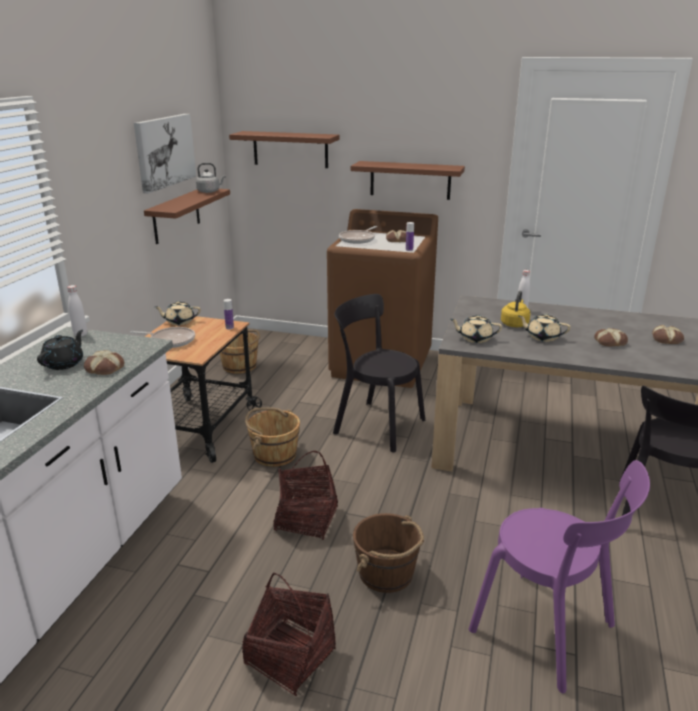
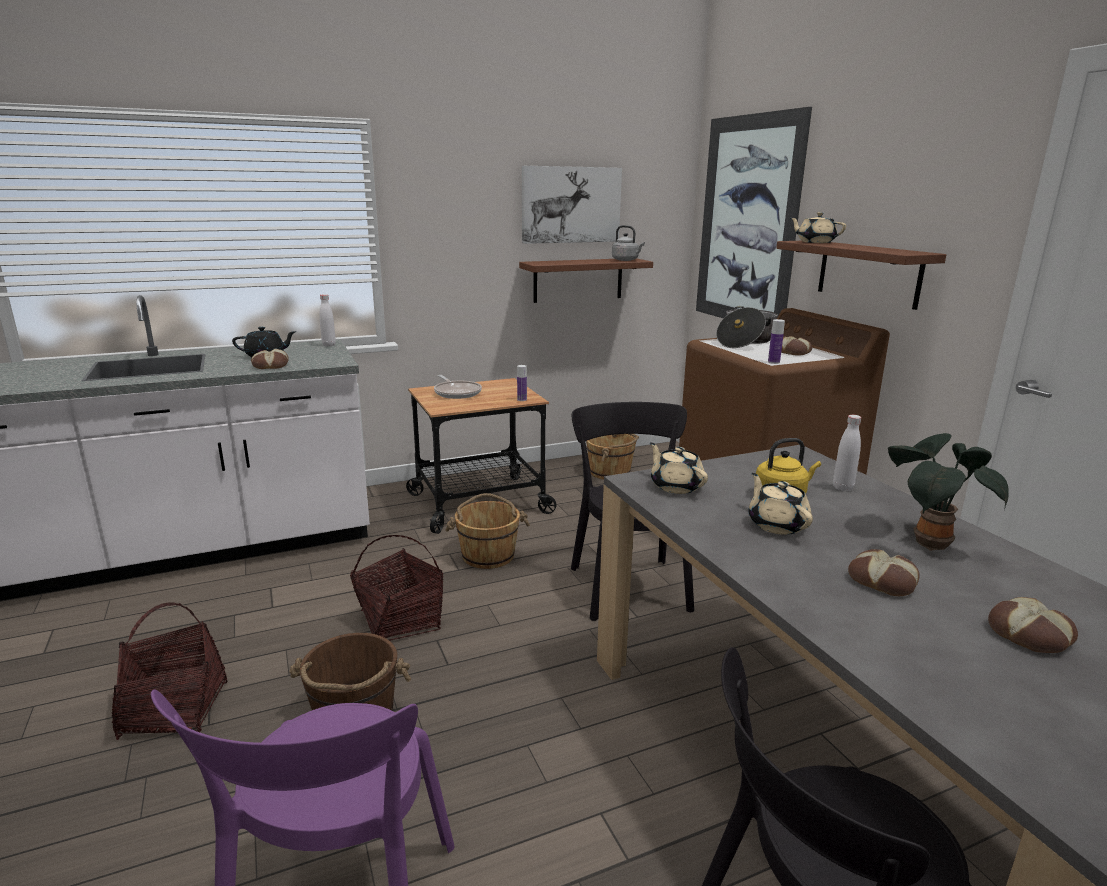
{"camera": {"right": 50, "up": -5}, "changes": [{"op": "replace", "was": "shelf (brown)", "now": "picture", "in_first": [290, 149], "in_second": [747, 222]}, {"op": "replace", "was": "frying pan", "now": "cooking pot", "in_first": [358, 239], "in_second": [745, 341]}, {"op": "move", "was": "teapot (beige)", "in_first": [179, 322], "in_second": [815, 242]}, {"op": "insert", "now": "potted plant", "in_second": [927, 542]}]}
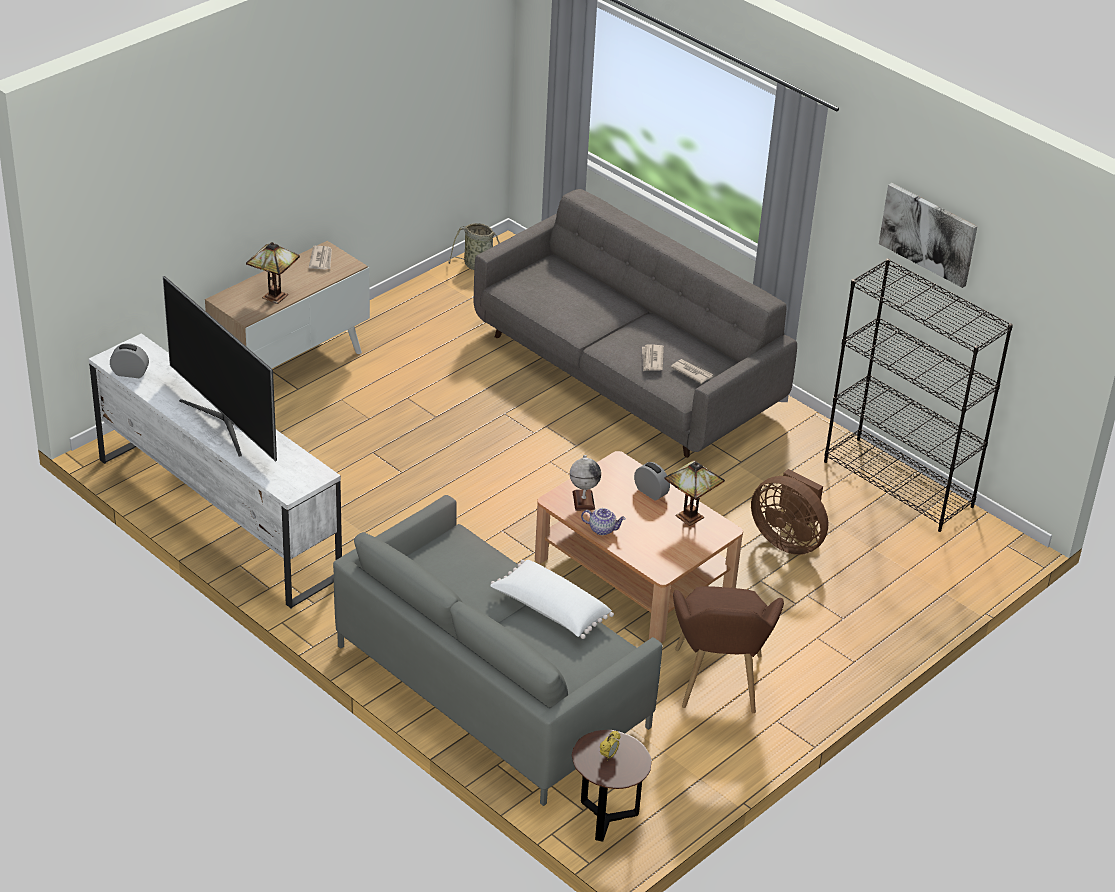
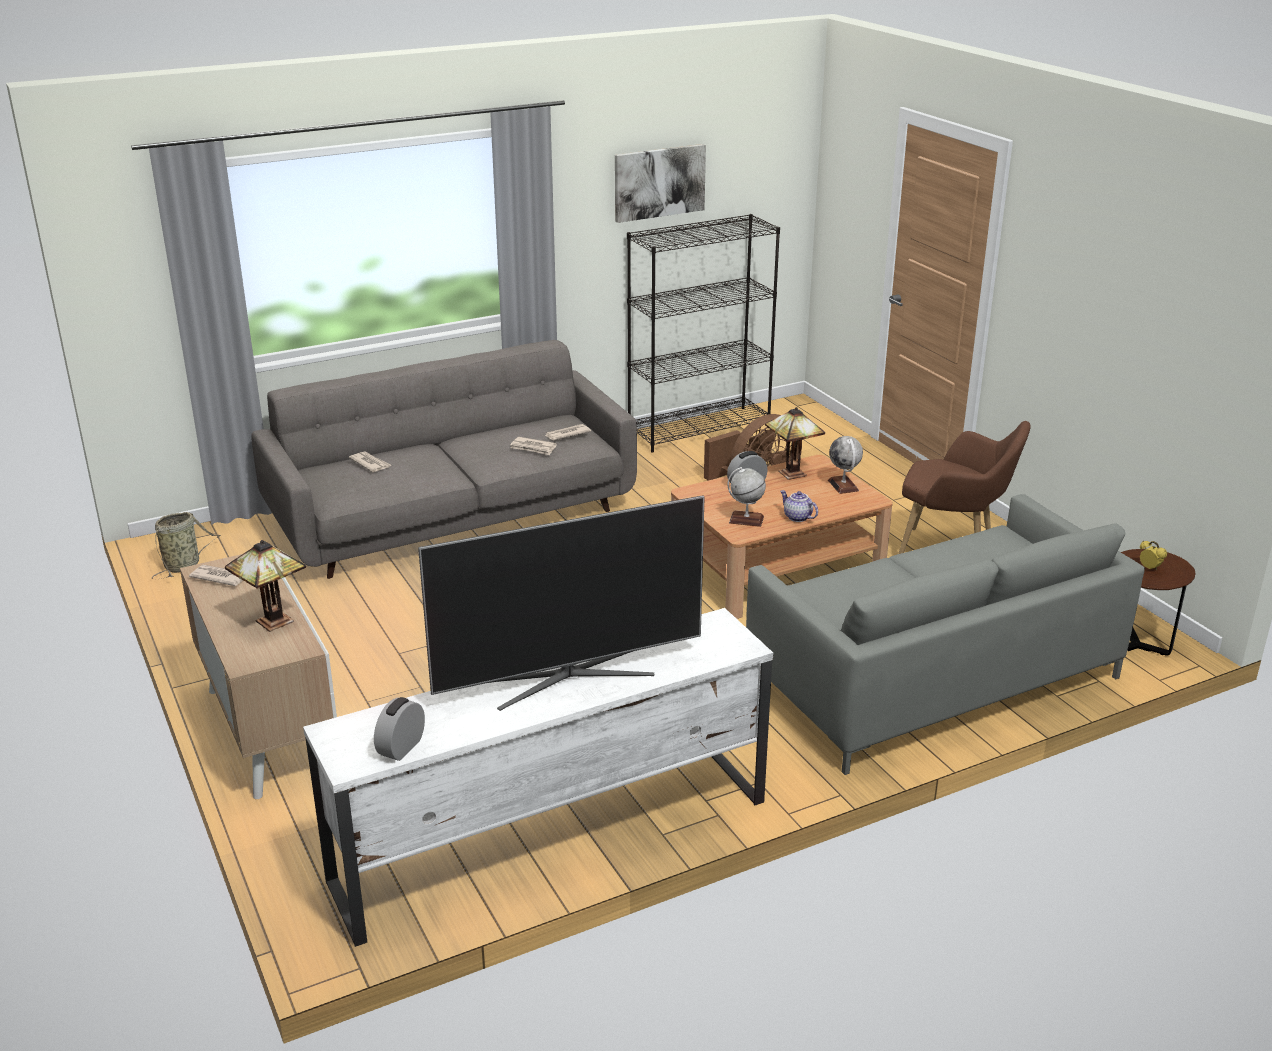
{"camera": {"right": -70, "up": -10}, "changes": [{"op": "rotate", "was": "teapot", "in_first": [602, 529], "in_second": [797, 517], "clockwise": -75}, {"op": "delete", "was": "pillow (white)", "in_first": [550, 610]}, {"op": "insert", "now": "globe", "in_second": [843, 485]}, {"op": "insert", "now": "newspaper", "in_second": [370, 463]}]}
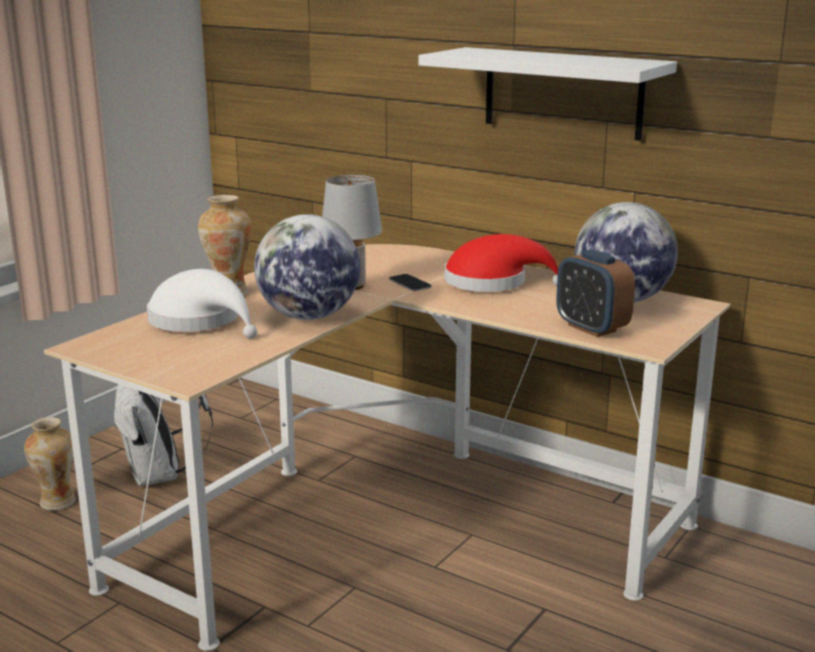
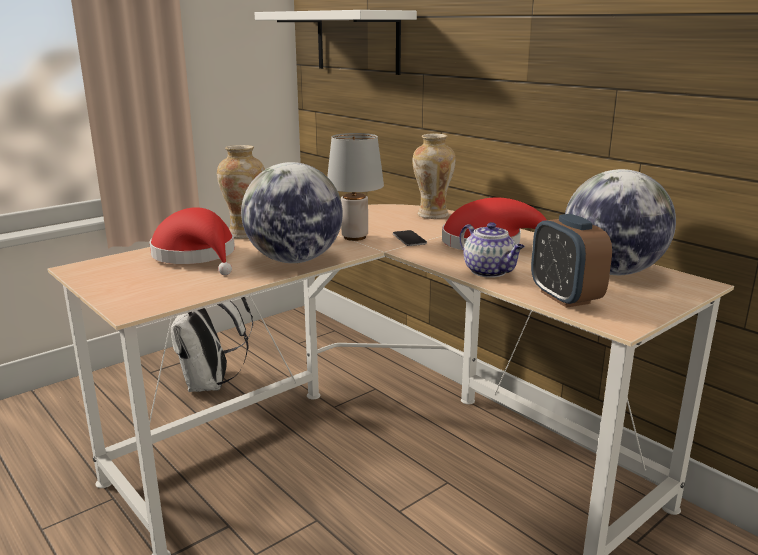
{"camera": {"right": 15, "up": 0}, "changes": [{"op": "move", "was": "shelf (white)", "in_first": [563, 93], "in_second": [357, 42]}, {"op": "recolor", "was": "hat (white)", "now": "hat (red)", "in_first": [200, 321], "in_second": [197, 256]}, {"op": "move", "was": "vase", "in_first": [56, 502], "in_second": [432, 215]}, {"op": "insert", "now": "teapot", "in_second": [490, 272]}]}
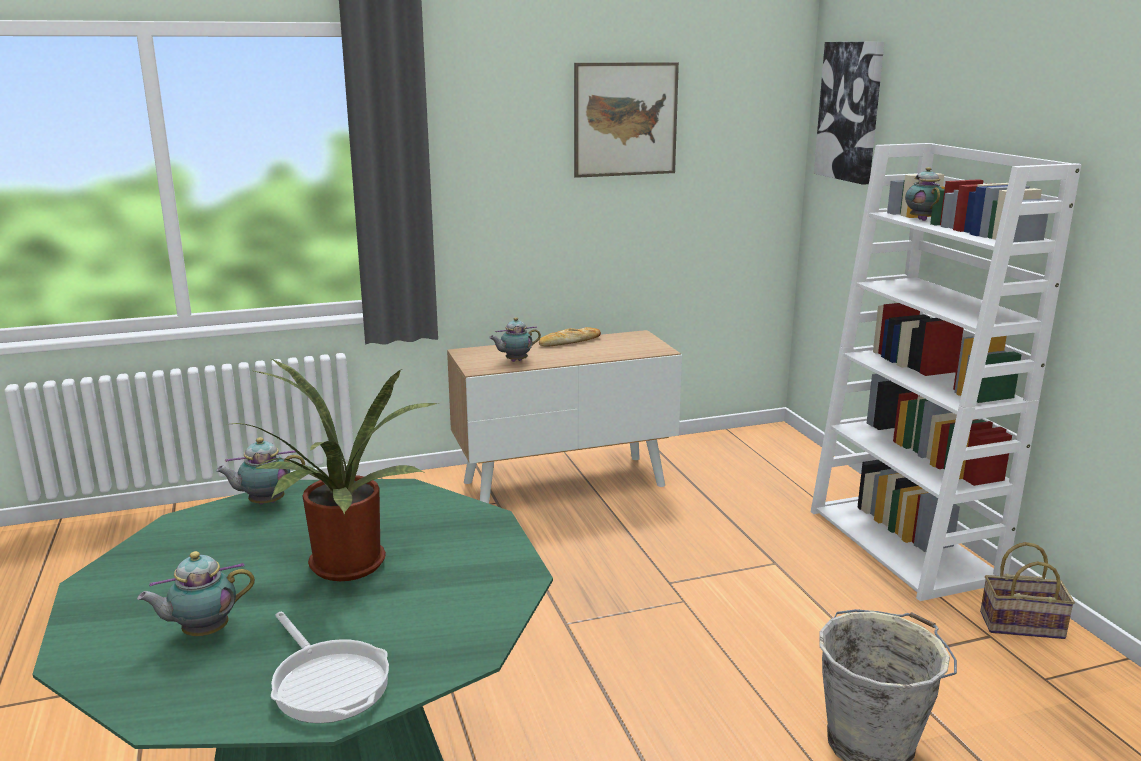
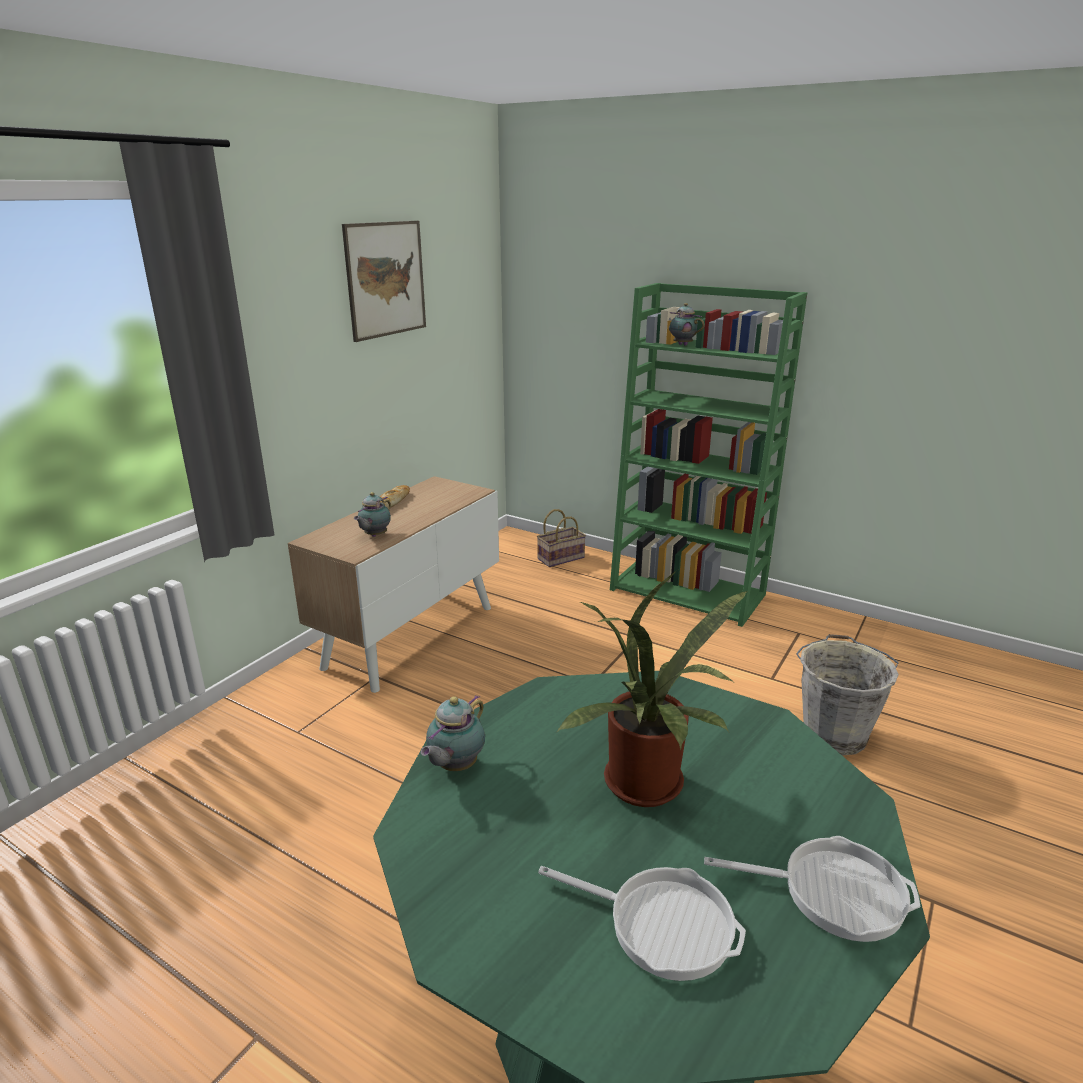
{"camera": {"right": -40, "up": 5}, "changes": [{"op": "delete", "was": "picture", "in_first": [850, 111]}, {"op": "recolor", "was": "bookcase (white)", "now": "bookcase (green)", "in_first": [904, 545], "in_second": [689, 592]}, {"op": "move", "was": "basket", "in_first": [1023, 624], "in_second": [561, 557]}, {"op": "replace", "was": "teapot", "now": "frying pan", "in_first": [202, 632], "in_second": [661, 924]}]}
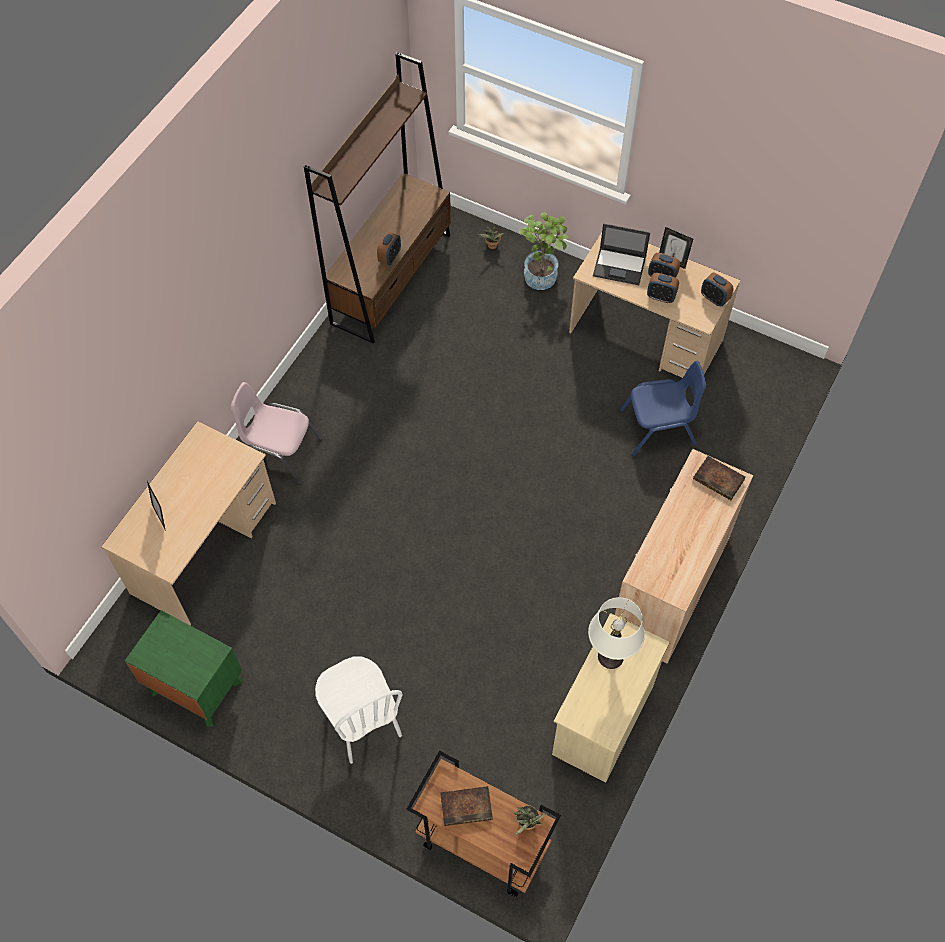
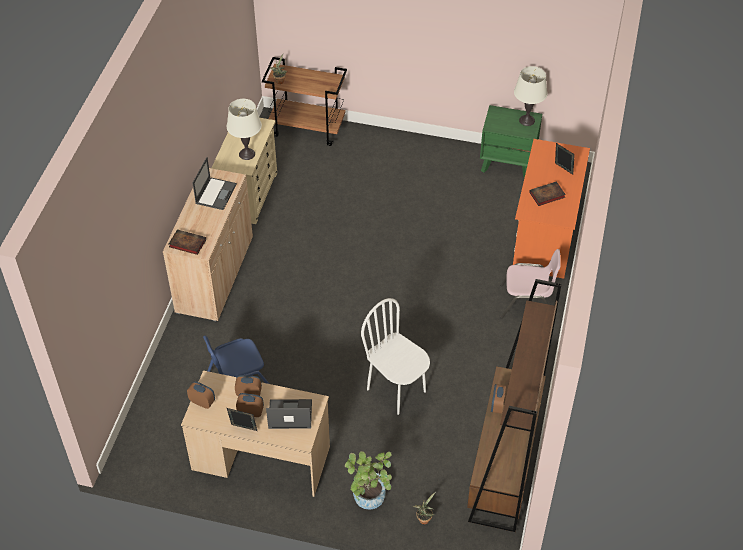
{"camera": {"right": 165, "up": -10}, "changes": [{"op": "recolor", "was": "desk (beige)", "now": "desk (orange)", "in_first": [204, 548], "in_second": [546, 233]}, {"op": "move", "was": "chair (white)", "in_first": [363, 725], "in_second": [396, 390]}, {"op": "move", "was": "book", "in_first": [467, 806], "in_second": [546, 195]}, {"op": "insert", "now": "table lamp (white)", "in_second": [526, 120]}, {"op": "insert", "now": "laptop", "in_second": [216, 193]}]}
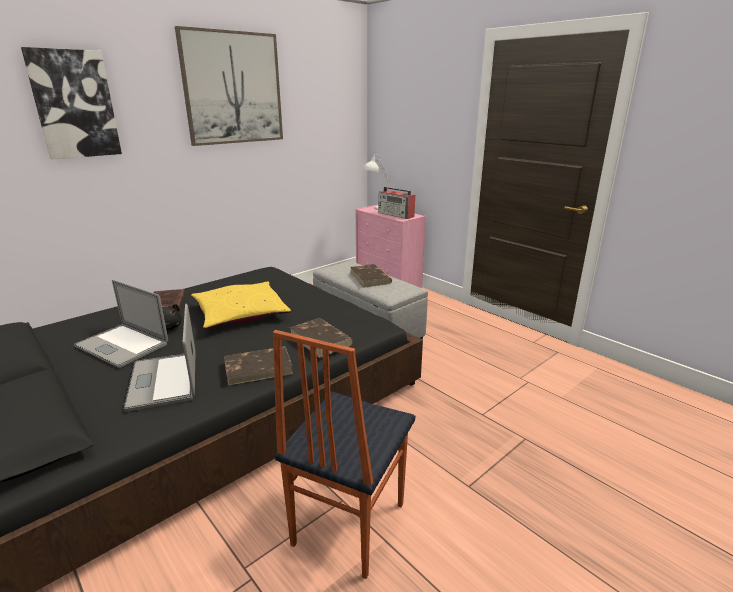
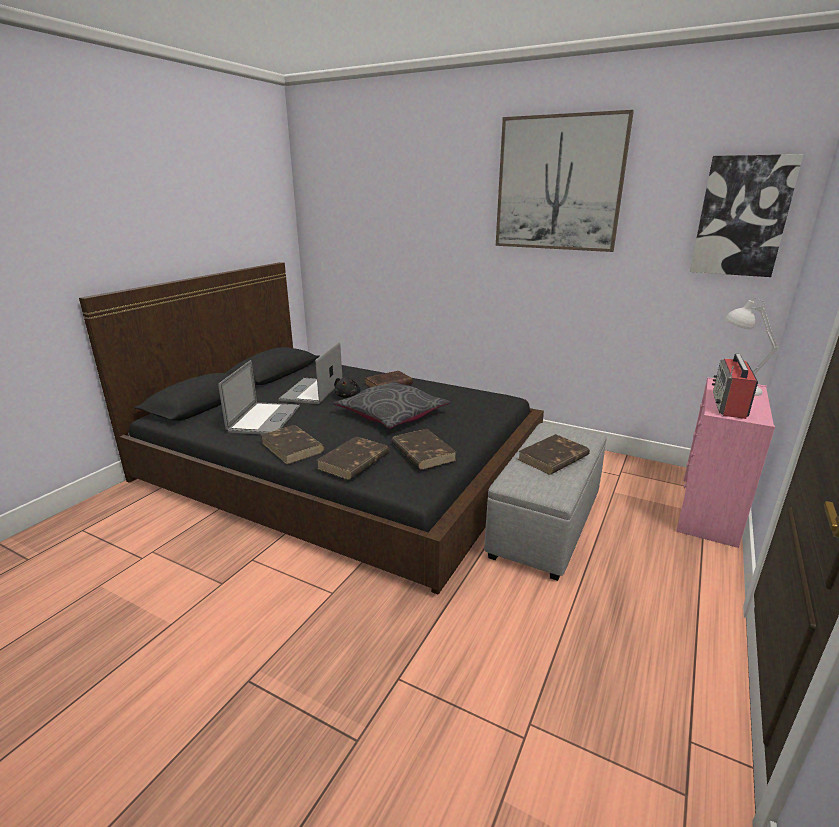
{"camera": {"right": 70, "up": 0}, "changes": [{"op": "move", "was": "picture", "in_first": [74, 104], "in_second": [742, 216]}, {"op": "recolor", "was": "pillow (yellow)", "now": "pillow (grey)", "in_first": [240, 314], "in_second": [392, 414]}, {"op": "rotate", "was": "laptop", "in_first": [164, 380], "in_second": [264, 419], "clockwise": 135}, {"op": "delete", "was": "chair", "in_first": [347, 524]}, {"op": "insert", "now": "book (brown)", "in_second": [422, 452]}]}
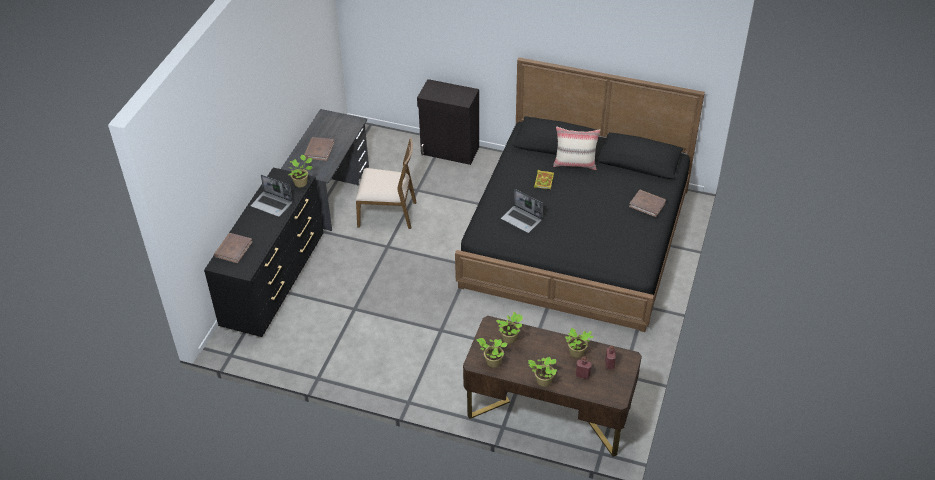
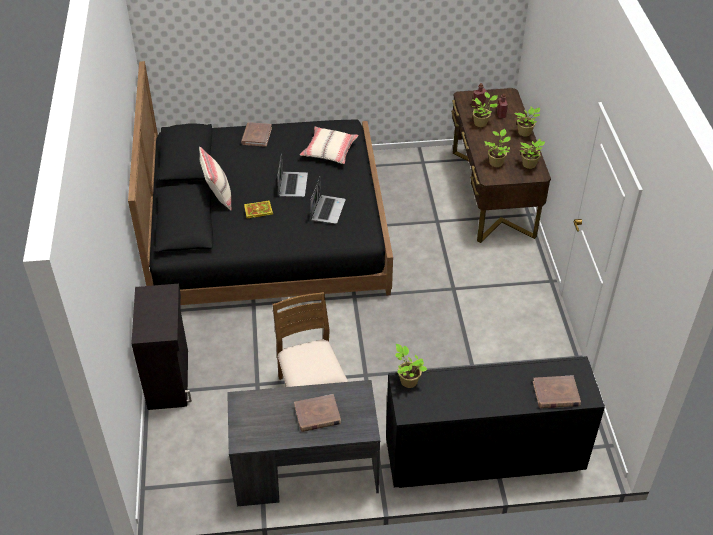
{"camera": {"right": -115, "up": 0}, "changes": [{"op": "move", "was": "laptop", "in_first": [272, 204], "in_second": [292, 185]}, {"op": "insert", "now": "pillow (beige)", "in_second": [329, 150]}]}
